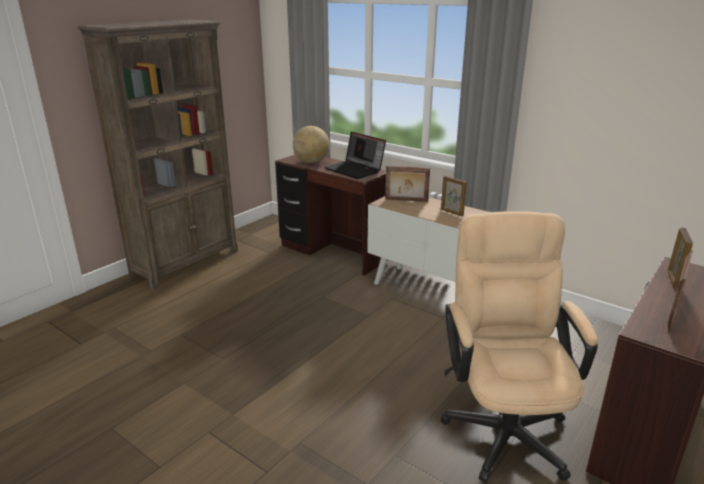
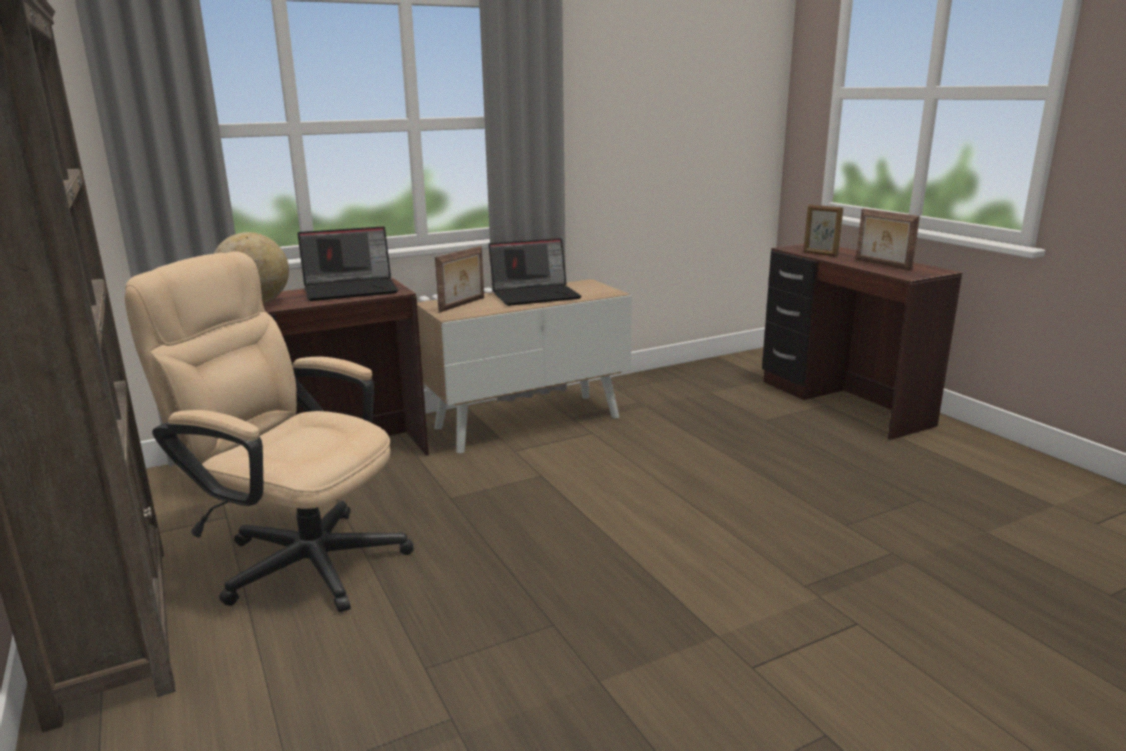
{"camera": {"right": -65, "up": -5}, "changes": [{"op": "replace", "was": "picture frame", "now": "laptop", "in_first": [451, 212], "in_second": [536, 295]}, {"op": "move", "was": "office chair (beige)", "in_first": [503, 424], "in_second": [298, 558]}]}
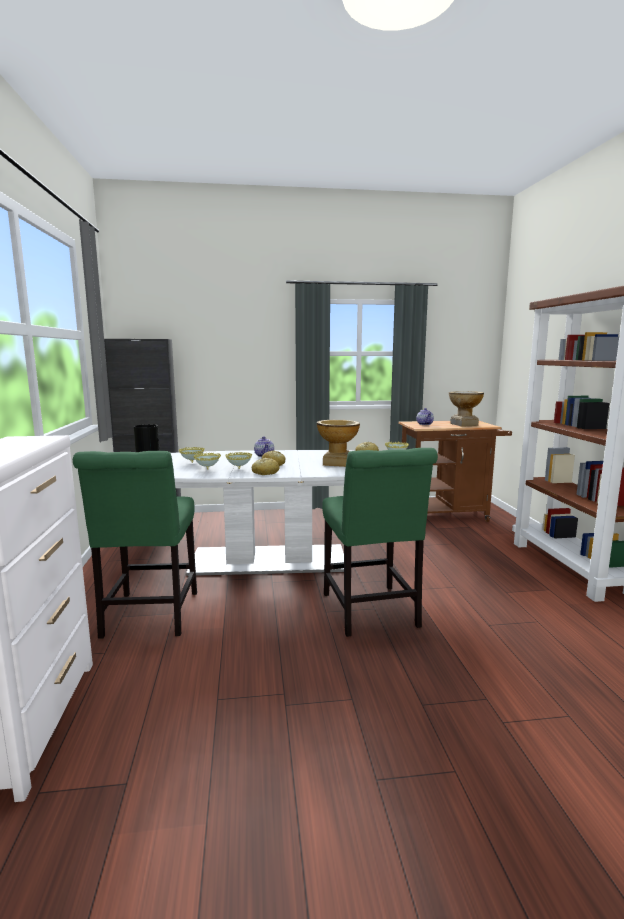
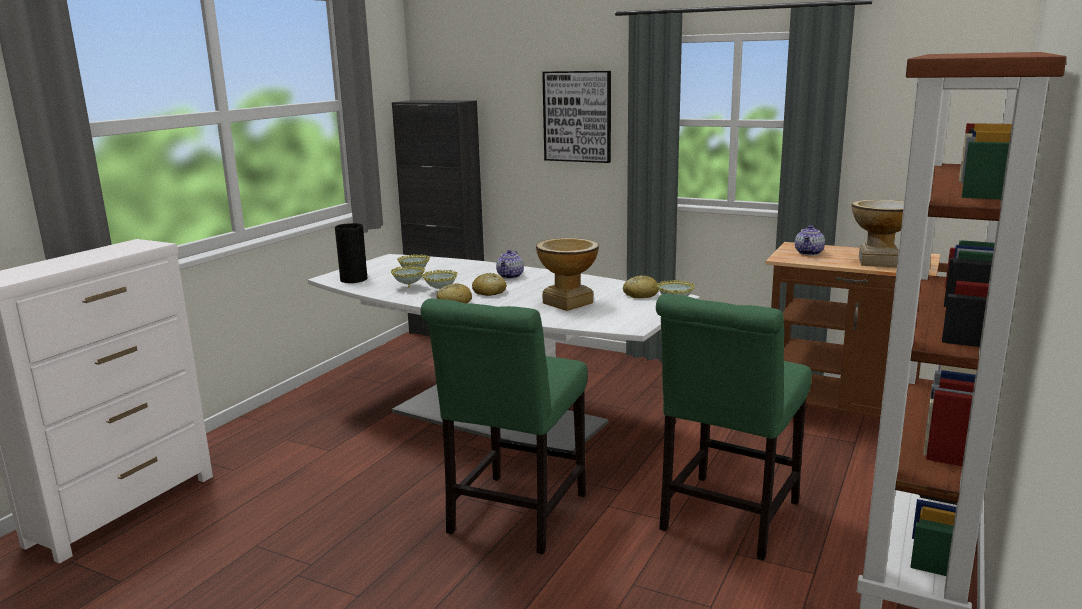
{"camera": {"right": 35, "up": 5}, "changes": [{"op": "move", "was": "chair (green)", "in_first": [149, 617], "in_second": [726, 520]}, {"op": "insert", "now": "picture", "in_second": [577, 116]}]}
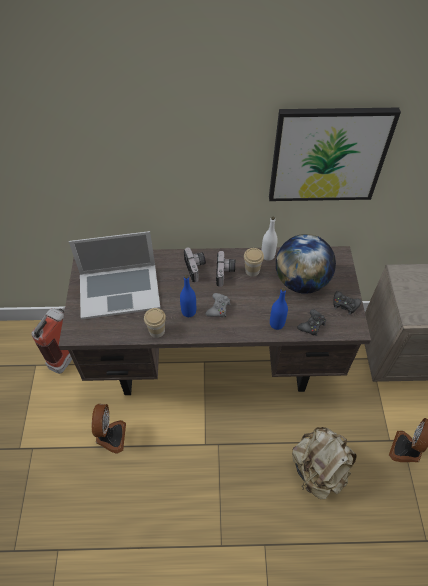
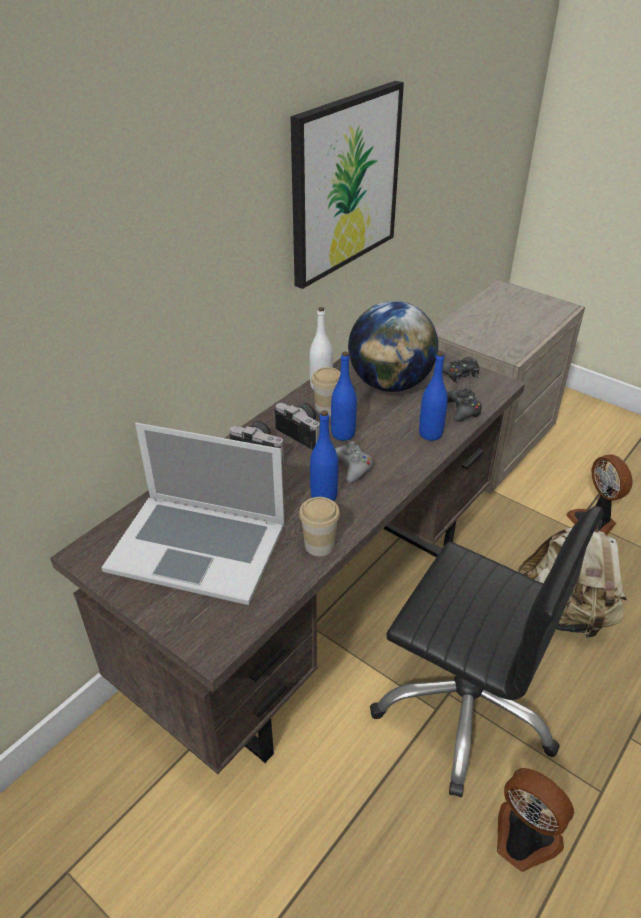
{"camera": {"right": -50, "up": -15}, "changes": [{"op": "rotate", "was": "laptop", "in_first": [119, 290], "in_second": [197, 546], "clockwise": 75}, {"op": "delete", "was": "fire extinguisher", "in_first": [68, 353]}, {"op": "move", "was": "fan", "in_first": [110, 436], "in_second": [522, 840]}, {"op": "insert", "now": "bottle (blue)", "in_second": [343, 434]}, {"op": "insert", "now": "office chair (black)", "in_second": [465, 707]}]}
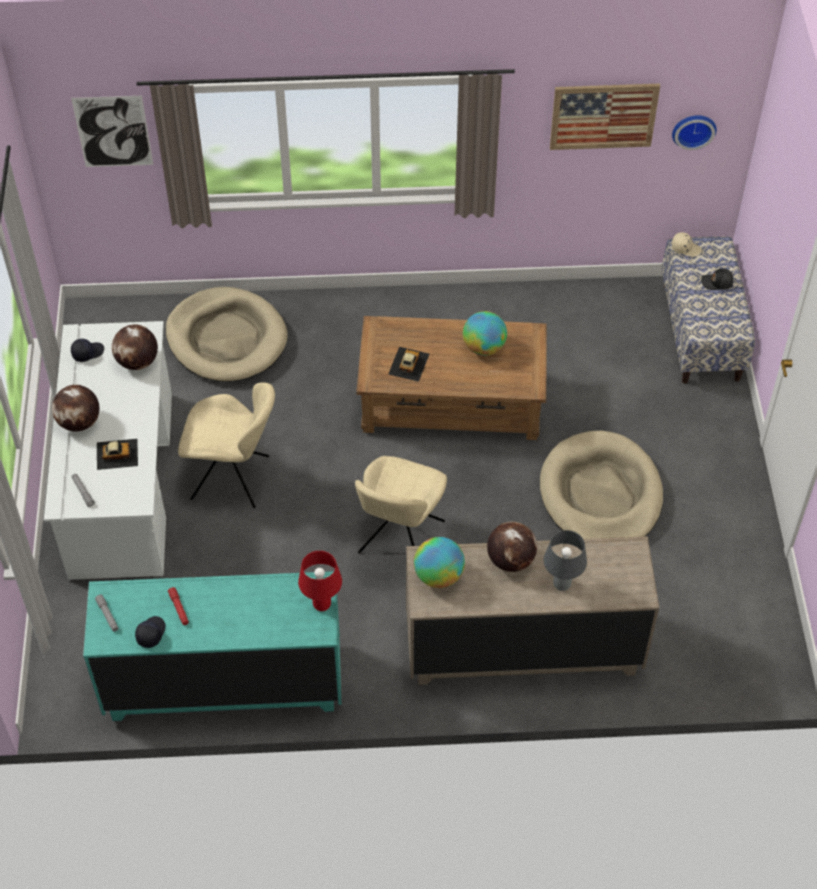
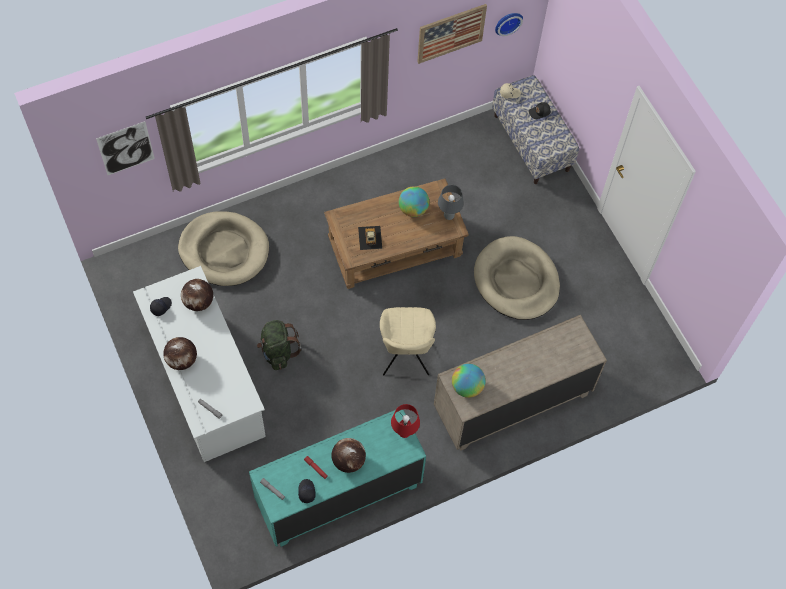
{"camera": {"right": -25, "up": 10}, "changes": [{"op": "replace", "was": "chair (beige)", "now": "backpack (green)", "in_first": [233, 478], "in_second": [278, 351]}, {"op": "delete", "was": "toy car", "in_first": [117, 454]}, {"op": "move", "was": "globe", "in_first": [510, 560], "in_second": [348, 461]}, {"op": "move", "was": "table lamp (grey)", "in_first": [562, 584], "in_second": [449, 216]}]}
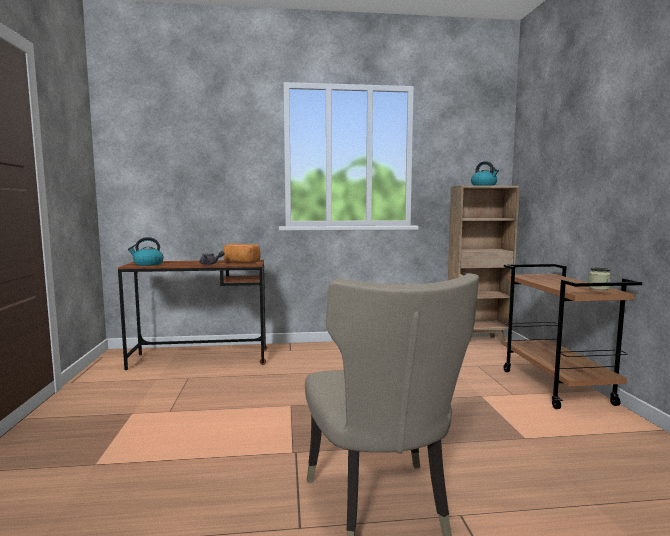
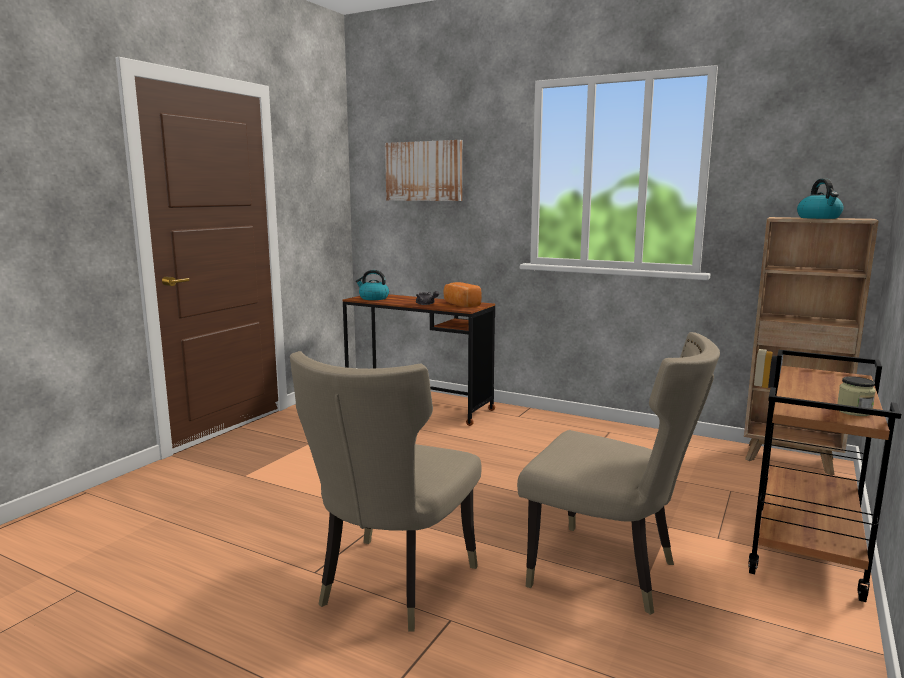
{"camera": {"right": 35, "up": 5}, "changes": [{"op": "insert", "now": "picture", "in_second": [424, 171]}, {"op": "insert", "now": "chair (beige)", "in_second": [609, 572]}]}
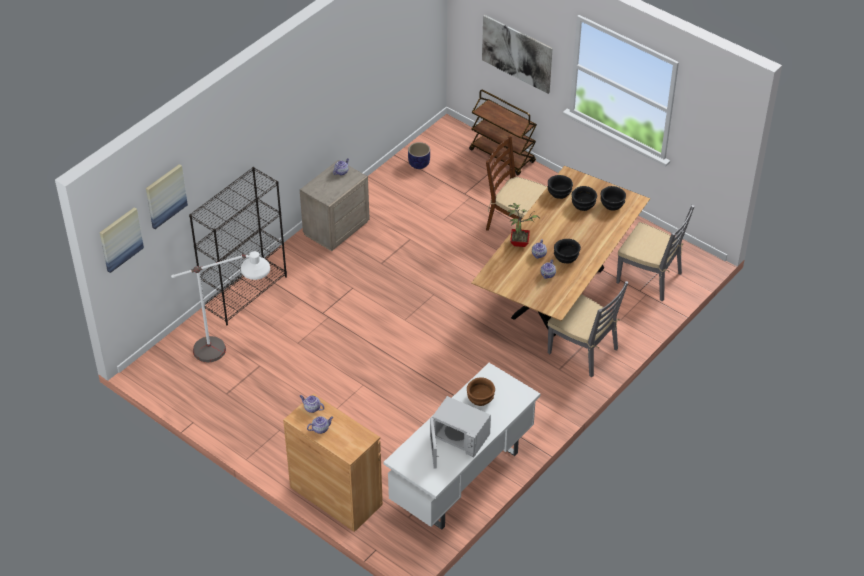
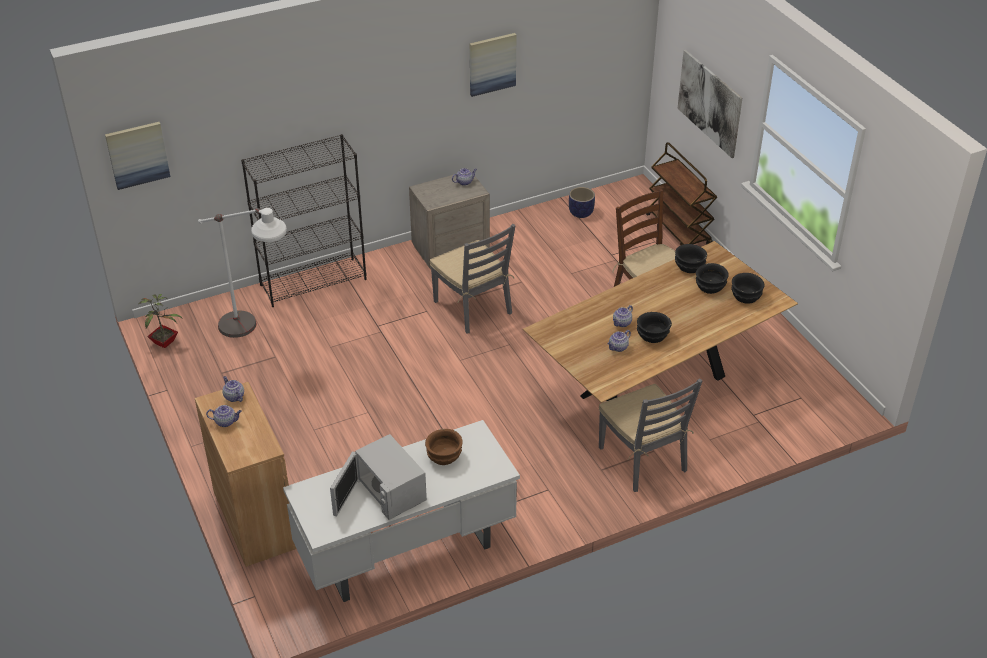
{"camera": {"right": 25, "up": -5}, "changes": [{"op": "move", "was": "picture", "in_first": [165, 196], "in_second": [492, 64]}, {"op": "move", "was": "potted plant", "in_first": [519, 242], "in_second": [165, 342]}, {"op": "move", "was": "chair (grey)", "in_first": [649, 278], "in_second": [473, 307]}]}
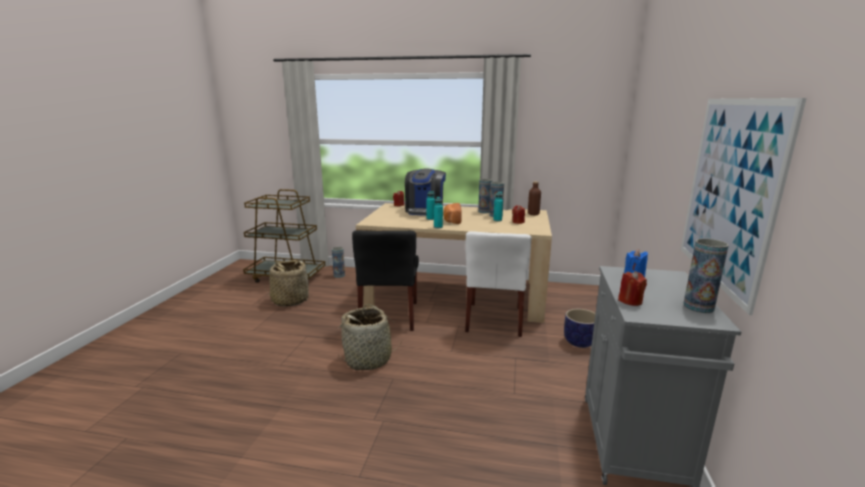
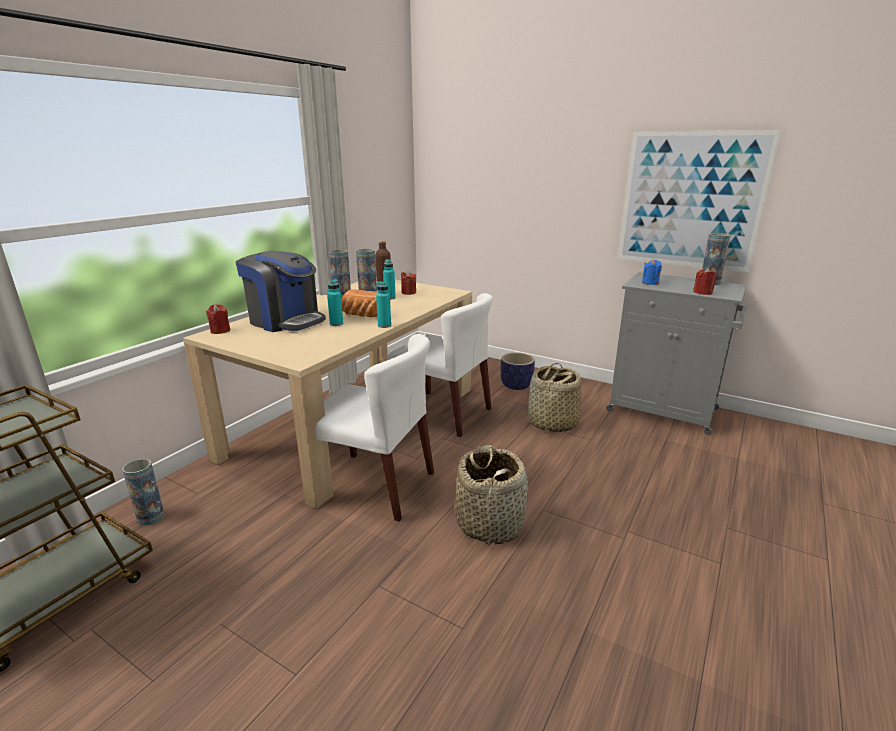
{"camera": {"right": -70, "up": 5}, "changes": [{"op": "recolor", "was": "chair (black)", "now": "chair (white)", "in_first": [389, 316], "in_second": [375, 485]}, {"op": "move", "was": "basket", "in_first": [290, 300], "in_second": [552, 423]}]}
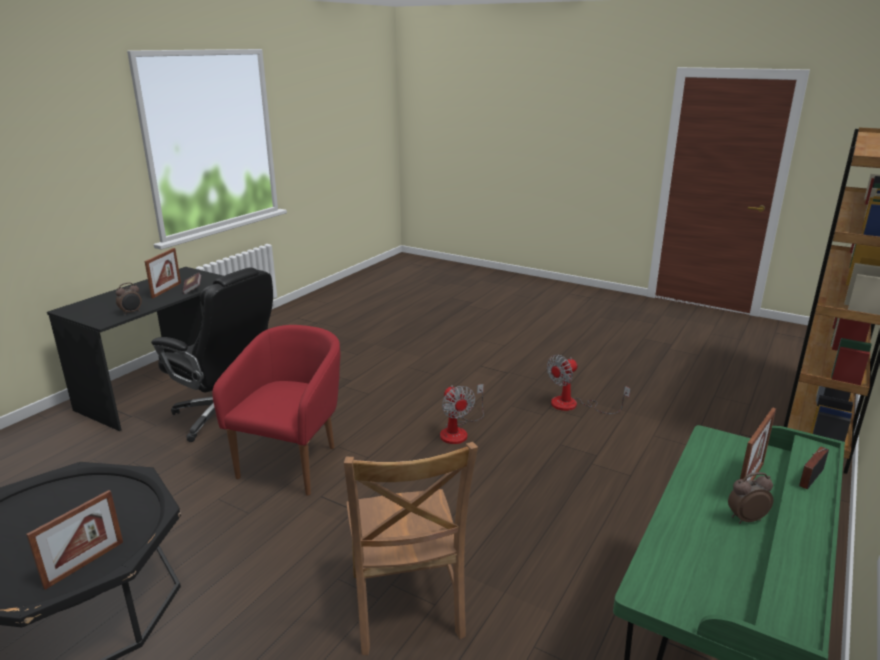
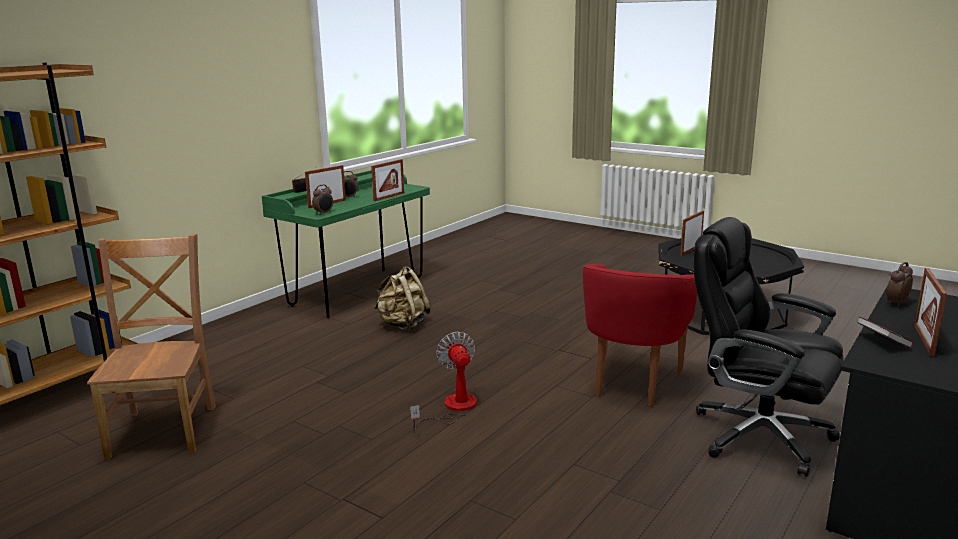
{"camera": {"right": -175, "up": -5}, "changes": [{"op": "delete", "was": "fan", "in_first": [574, 405]}, {"op": "move", "was": "chair (brown)", "in_first": [405, 609], "in_second": [165, 428]}, {"op": "insert", "now": "picture frame", "in_second": [389, 197]}, {"op": "insert", "now": "alarm clock", "in_second": [324, 213]}, {"op": "insert", "now": "backpack (beige)", "in_second": [403, 325]}]}
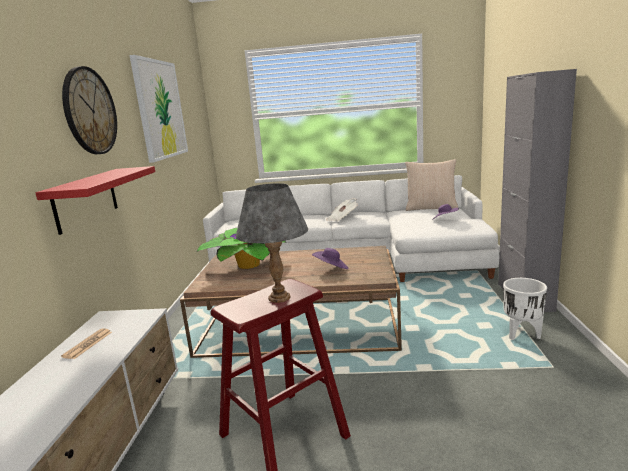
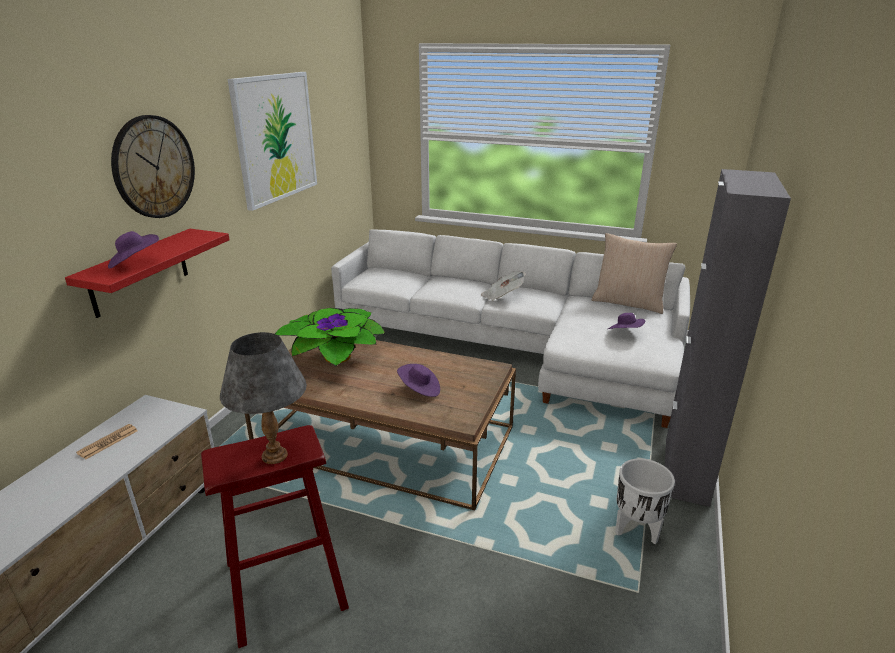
{"camera": {"right": 15, "up": 10}, "changes": [{"op": "insert", "now": "hat (purple)", "in_second": [135, 263]}]}
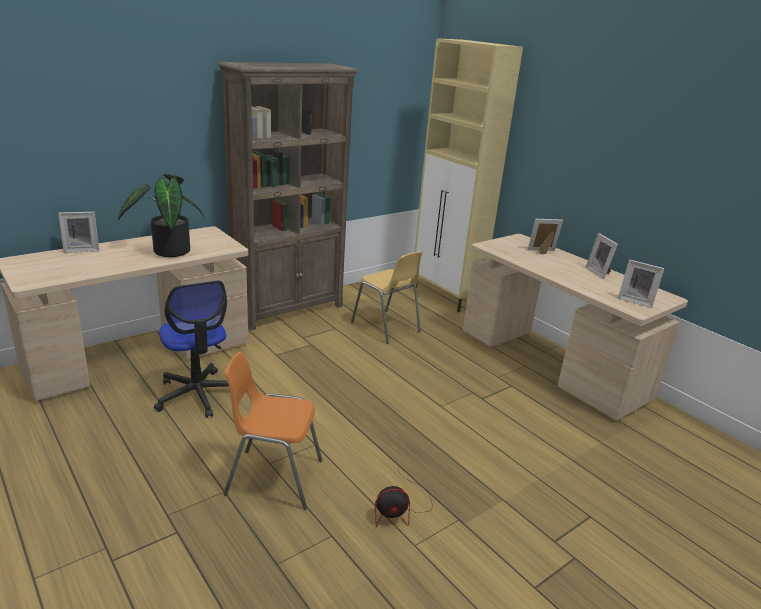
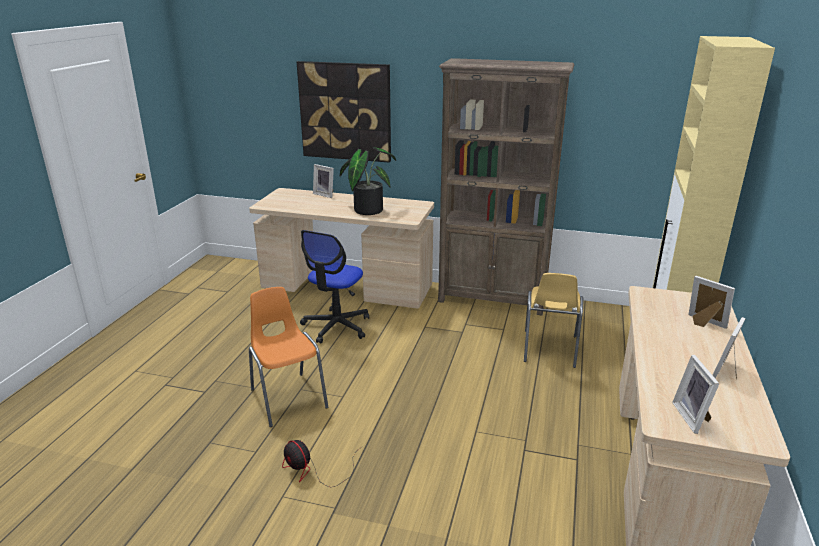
{"camera": {"right": 55, "up": 0}, "changes": [{"op": "insert", "now": "picture", "in_second": [345, 111]}]}
